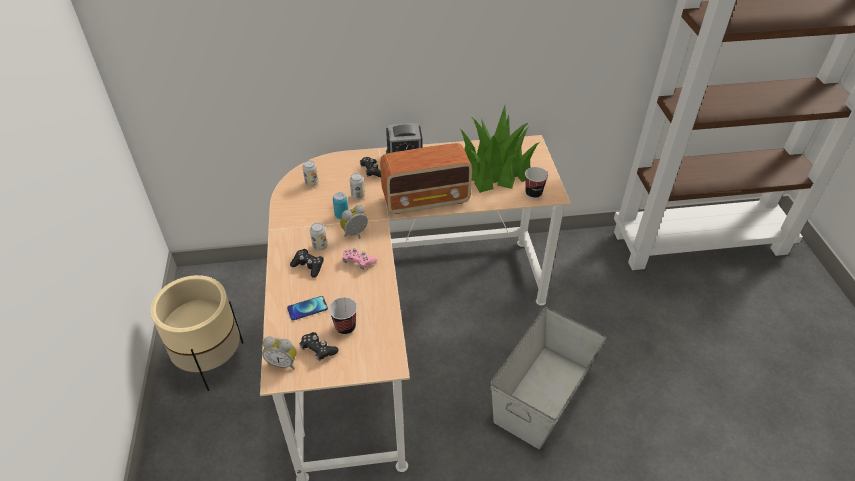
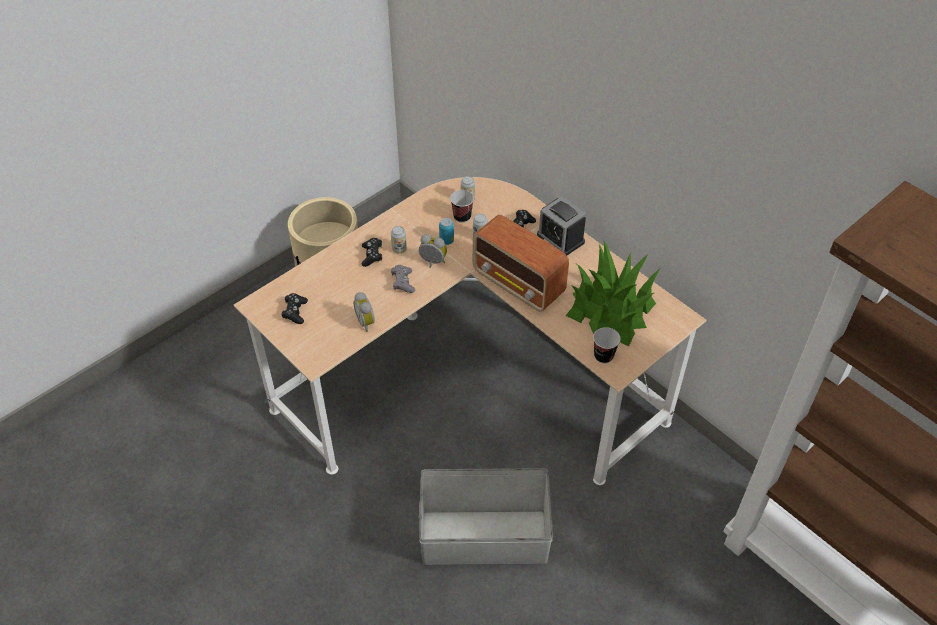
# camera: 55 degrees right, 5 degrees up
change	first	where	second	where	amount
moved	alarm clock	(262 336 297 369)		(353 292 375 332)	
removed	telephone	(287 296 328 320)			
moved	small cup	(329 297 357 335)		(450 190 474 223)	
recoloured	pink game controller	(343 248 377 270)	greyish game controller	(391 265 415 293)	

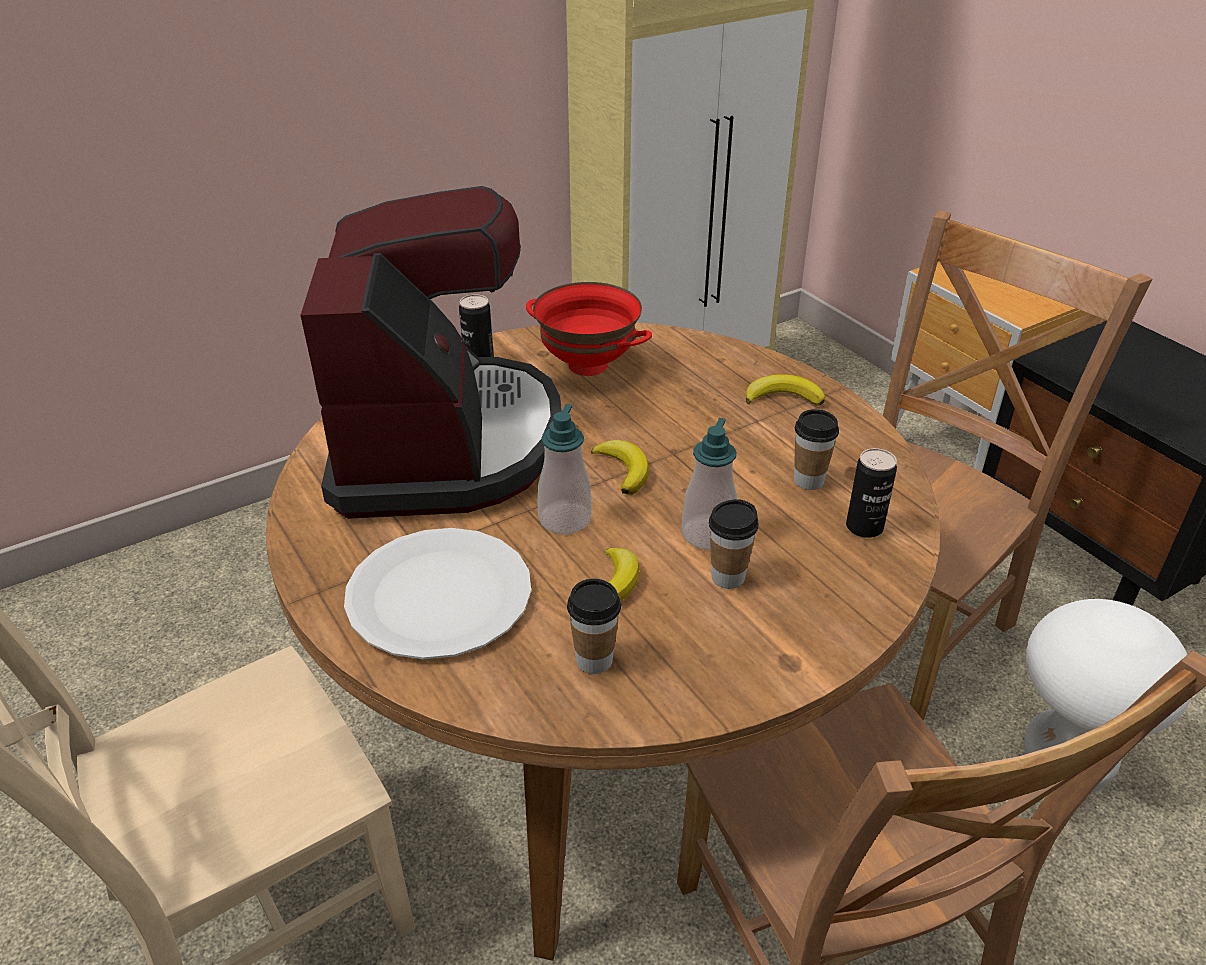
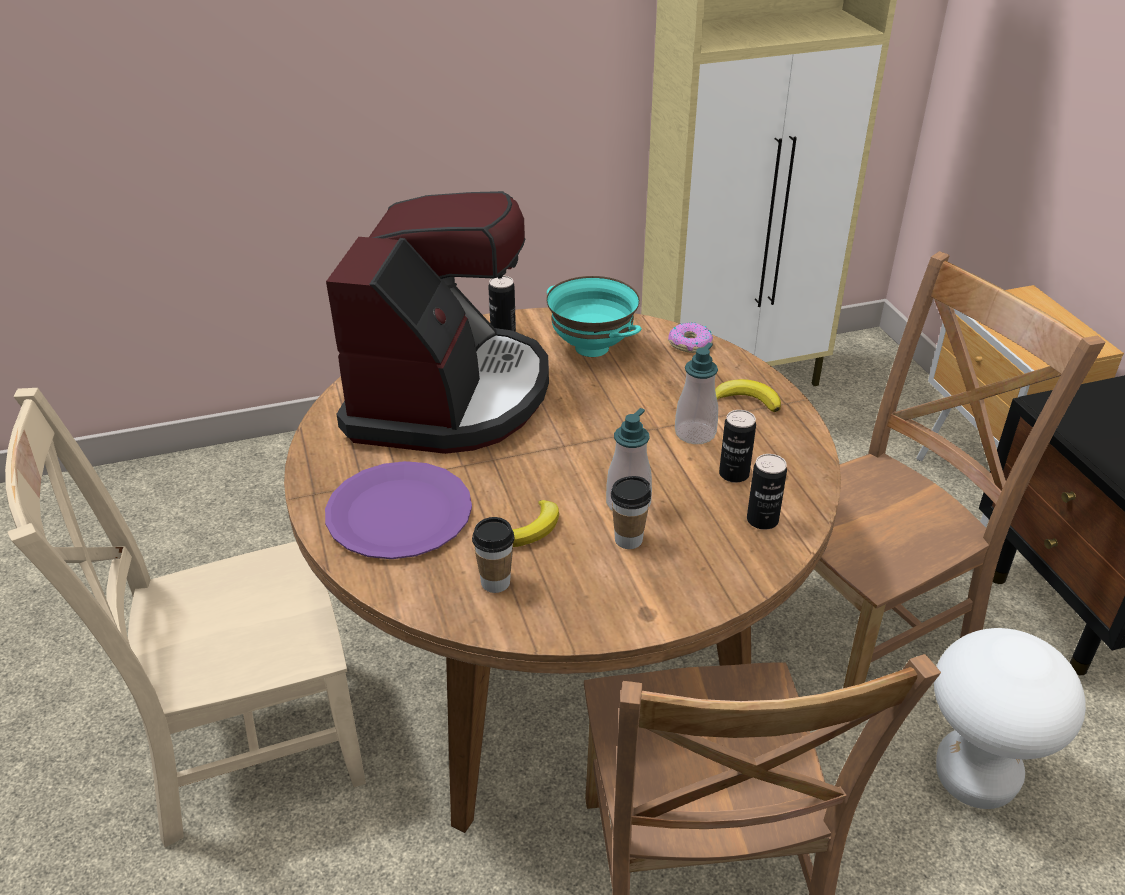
# camera: 15 degrees right, 0 degrees up
change	first	where	second	where	amount
recoloured	whitish dinner plate	(344 528 531 659)	purple-coloured dinner plate	(325 461 472 559)	
recoloured	reddish deep dish	(526 282 652 376)	turquoise deep dish	(546 276 641 357)	
moved	soap dispenser	(538 404 592 534)		(675 342 718 444)	
removed	whole banana	(591 440 649 495)			
replaced	small cup	(794 409 839 490)	can	(719 410 756 483)	
added			ring doughnut	(668 322 713 353)	

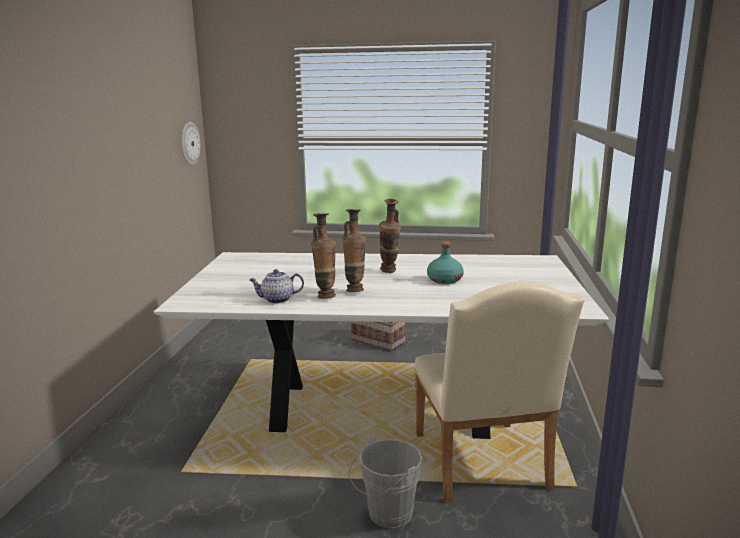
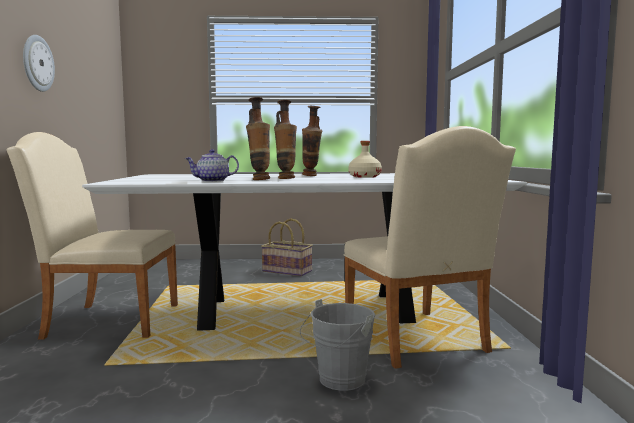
# camera: 10 degrees left, 10 degrees down
change	first	where	second	where	amount
moved	hanging clock	(181 122 201 166)		(23 35 55 92)	
recoloured	turquoise drink bottle	(427 241 464 284)	beige-coloured drink bottle	(348 141 382 178)	
added			beige-coloured chair	(6 132 178 340)	

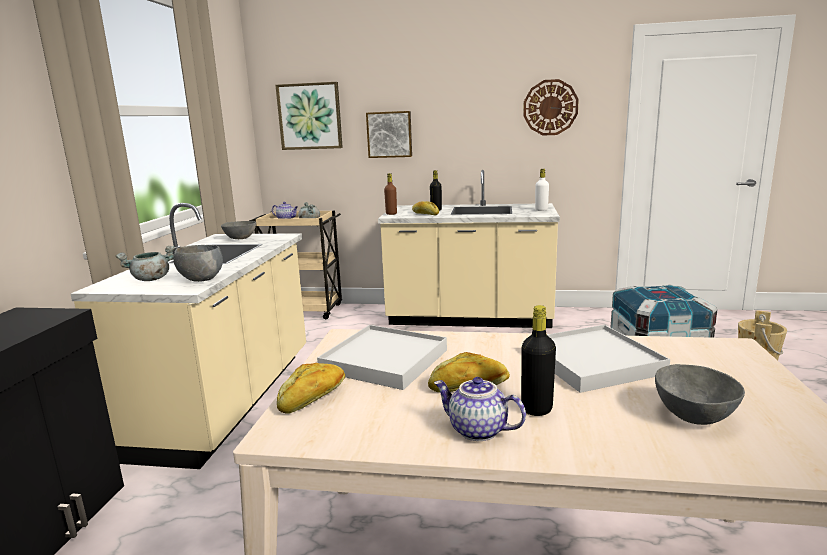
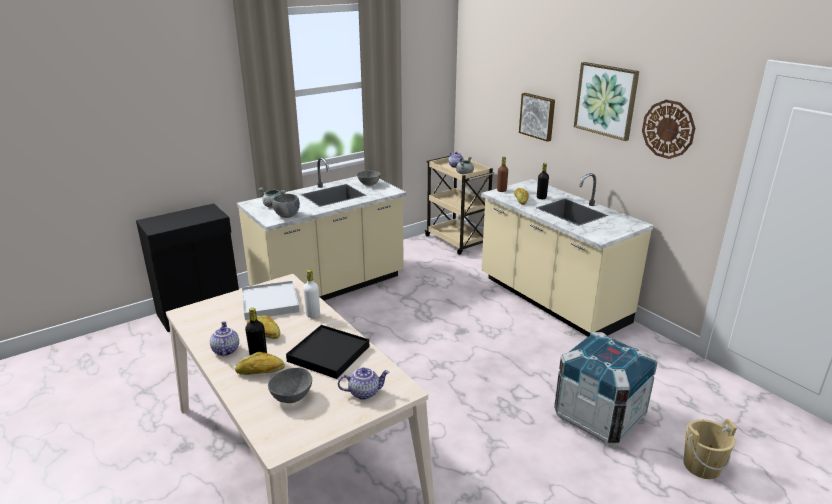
# camera: 45 degrees right, 10 degrees up
change	first	where	second	where	amount
moved	picture	(275 82 343 150)		(574 62 639 141)	
moved	bread	(277 363 345 414)		(235 352 285 375)	
recoloured	whitish serving tray	(526 325 670 393)	black-coloured serving tray	(286 325 369 379)	
moved	whitish drink bottle	(535 169 549 211)		(303 270 320 318)	
added			teapot	(338 367 389 400)	

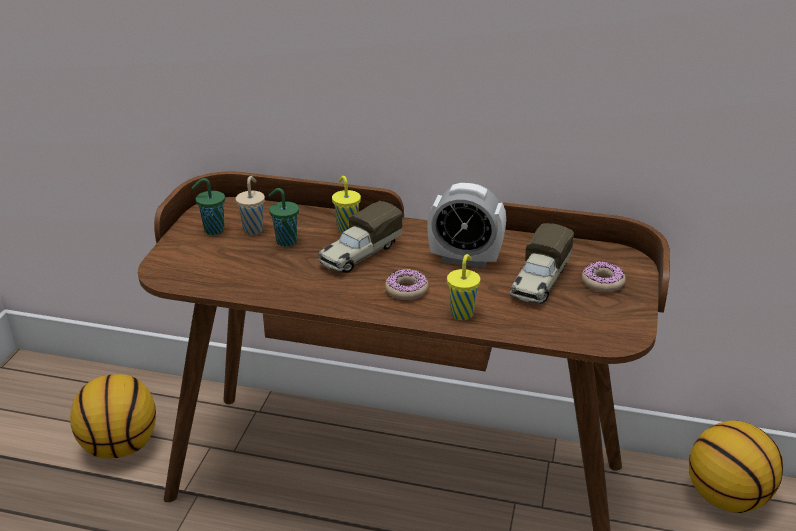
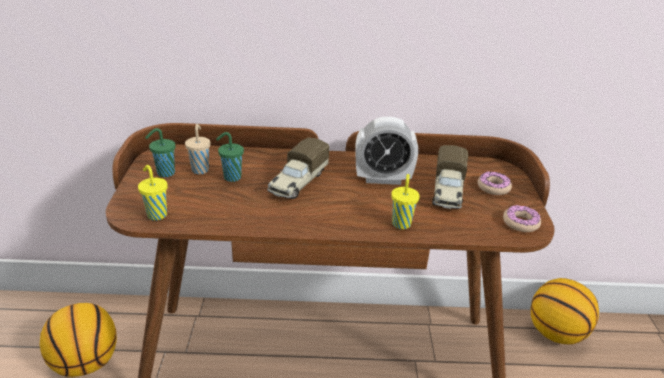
# camera: 15 degrees left, 0 degrees up
change	first	where	second	where	amount
moved	yellow-coloured small cup	(332 176 361 233)		(138 165 168 221)	
moved	ring doughnut	(385 269 428 300)		(503 205 541 232)	

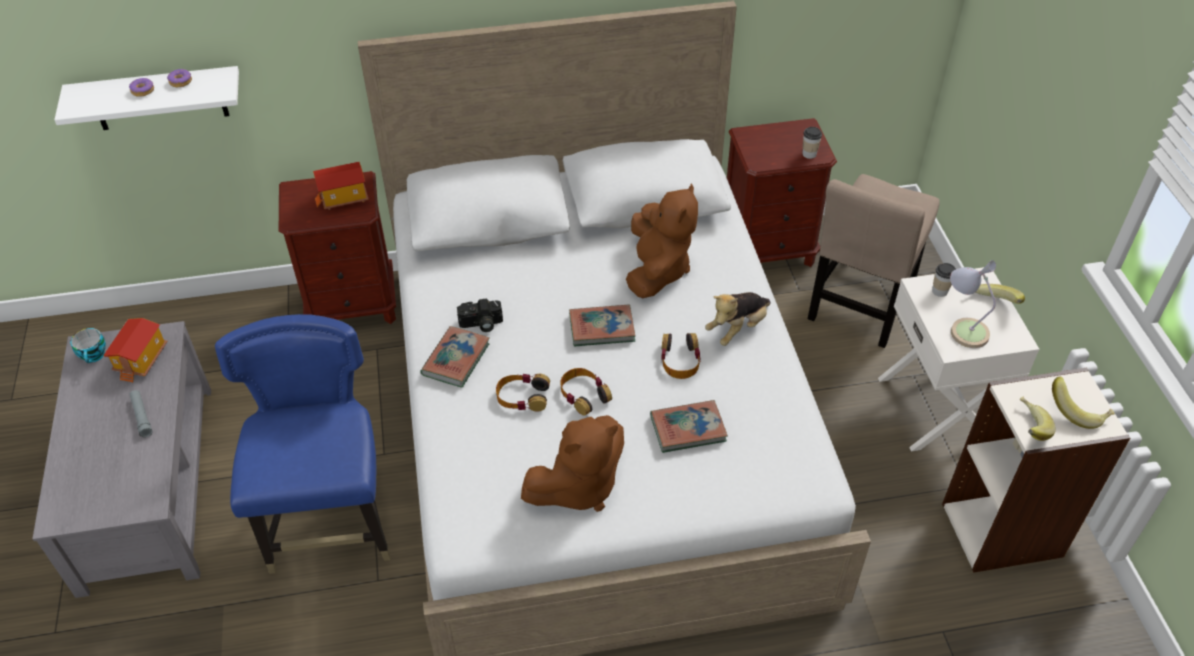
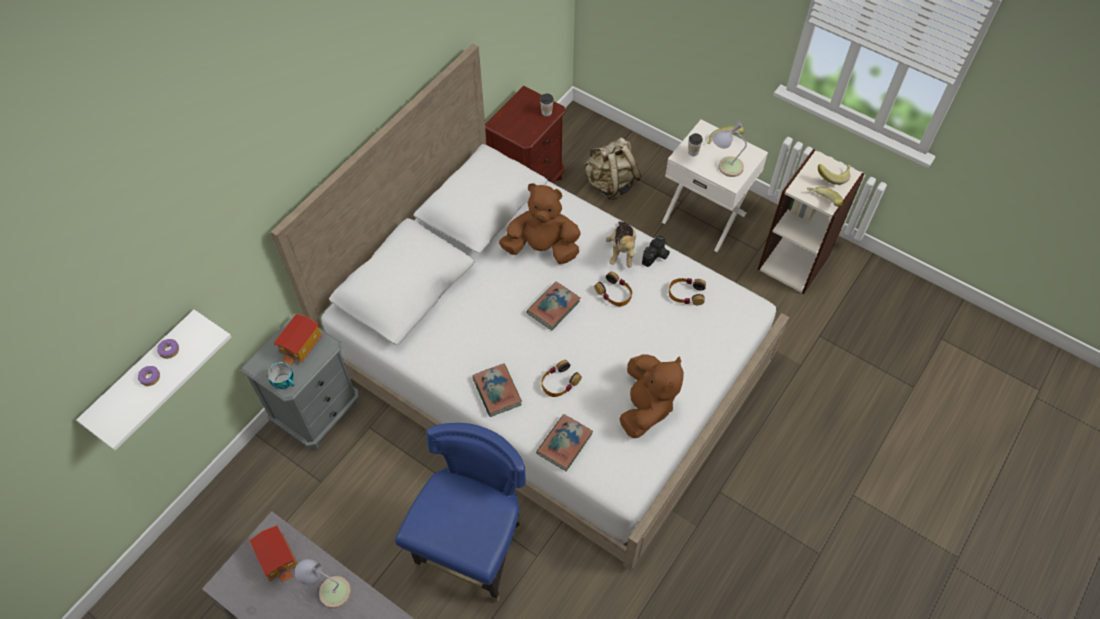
# camera: 45 degrees left, 10 degrees up
change	first	where	second	where	amount
moved	small cup	(70 328 106 363)		(267 362 294 389)	
replaced	greyish flashlight	(130 390 152 437)	table lamp	(295 559 351 609)	
turned	blue-coloured chair	(215 314 391 574)		(395 423 526 602)	75 degrees clockwise
recoloured	brownish bedside table	(279 171 396 324)	greyish bedside table	(241 313 359 451)	
moved	photo camera	(457 299 503 332)		(642 235 670 267)	
moved	pair of headphones	(560 368 612 416)		(669 278 706 305)	
turned	brownish plush toy	(626 183 698 298)		(499 183 581 264)	45 degrees counterclockwise
moved	bound book	(650 400 728 453)		(536 414 593 471)	
replaced	beige-coloured chair	(808 174 940 348)	beige-coloured backpack	(584 137 642 200)	

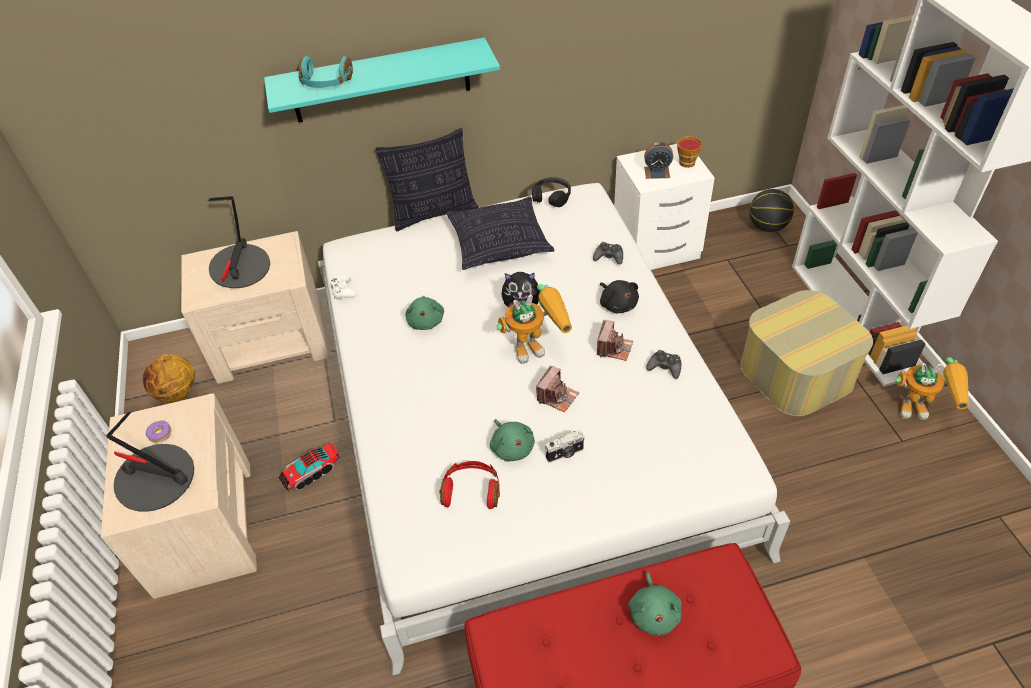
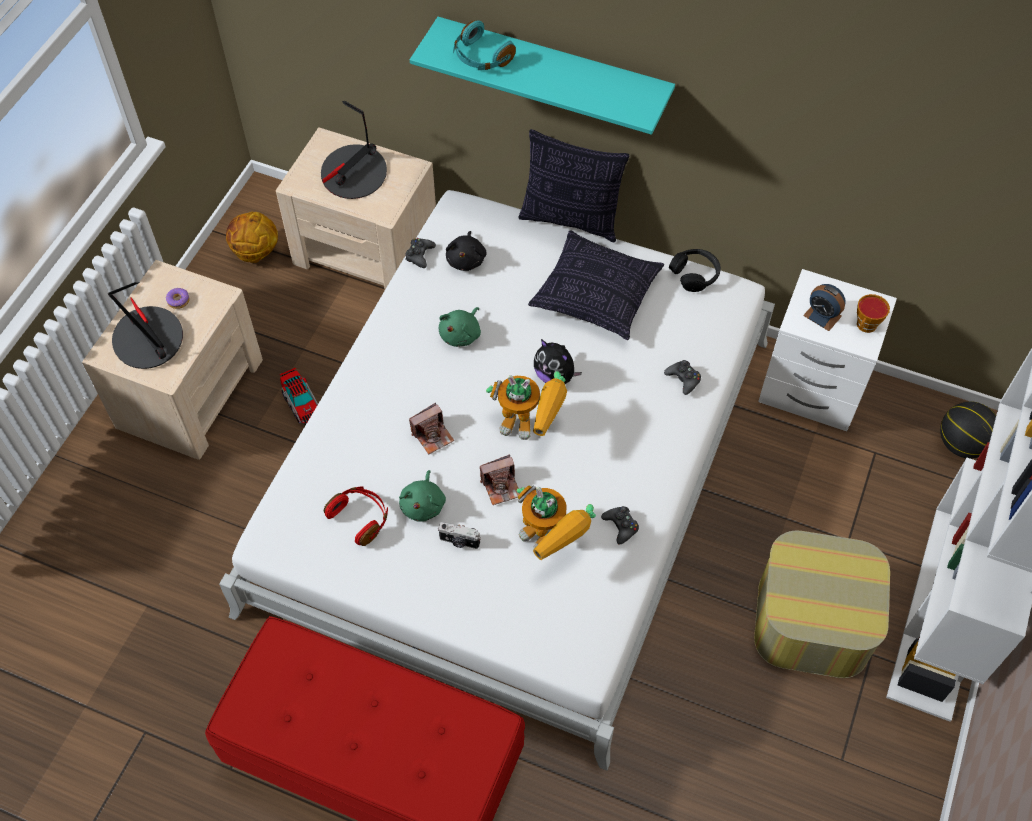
# camera: 35 degrees right, 10 degrees up
change	first	where	second	where	amount
turned	toy lorry	(278 443 340 492)		(279 368 318 427)	120 degrees counterclockwise
recoloured	whitish game controller	(330 276 356 300)	black-coloured game controller	(405 238 436 268)	
moved	photo camera	(597 320 633 361)		(409 403 454 454)	
moved	black-coloured plush toy	(600 280 639 313)		(446 231 487 271)	
removed	green plush toy	(628 572 682 636)			
moved	robot figure	(896 357 969 420)		(517 486 596 560)	

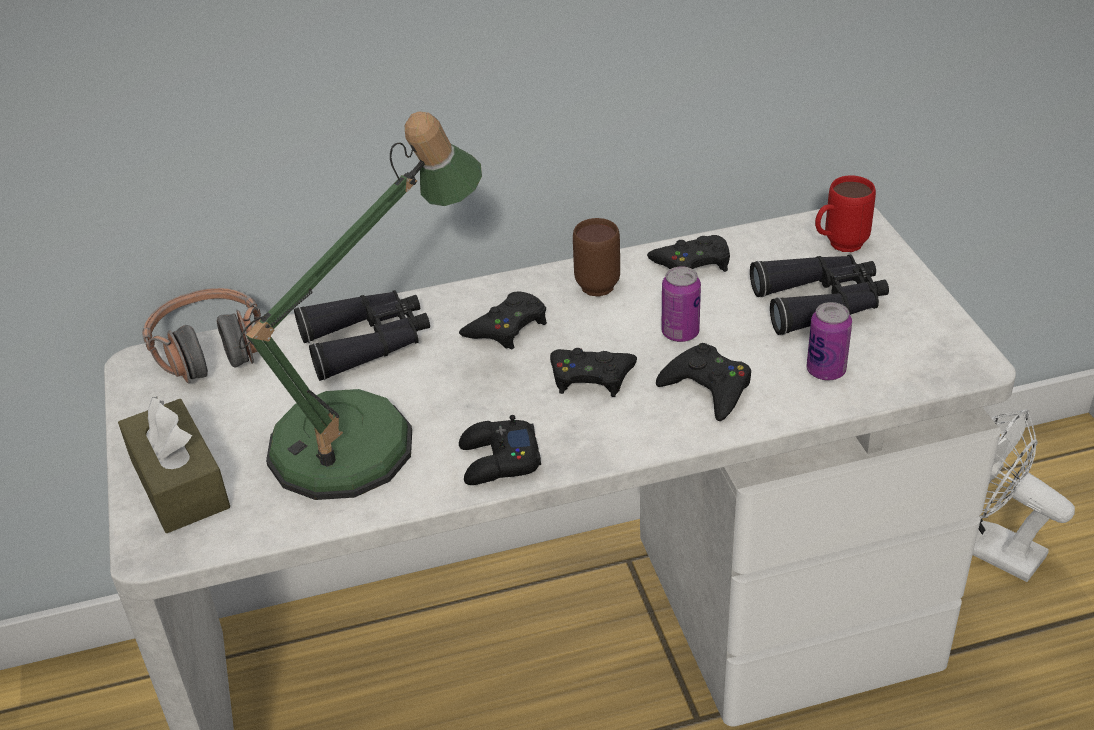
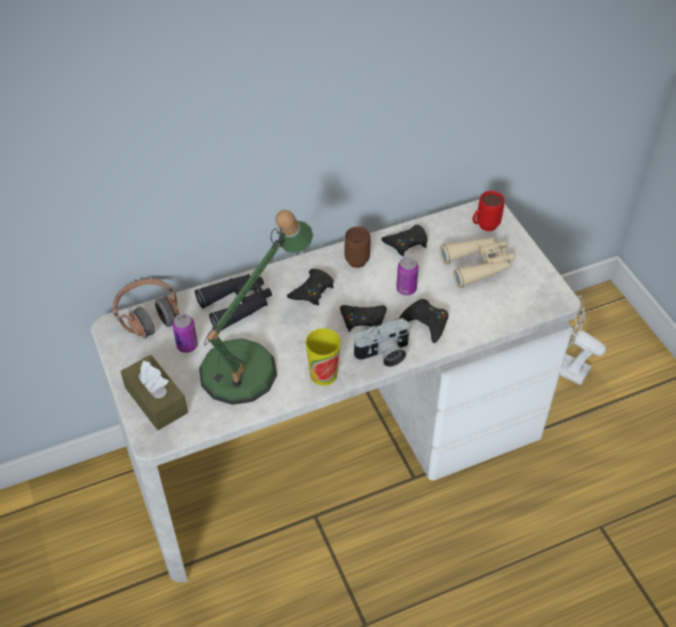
# camera: 10 degrees left, 10 degrees up
change	first	where	second	where	amount
replaced	black-coloured game controller	(459 415 541 485)	small cup	(305 328 341 386)	
recoloured	black-coloured pair of binoculars	(750 254 889 335)	beige-coloured pair of binoculars	(439 237 514 288)	
moved	can	(807 302 852 380)		(172 314 198 353)	
added			photo camera	(353 318 409 367)	

